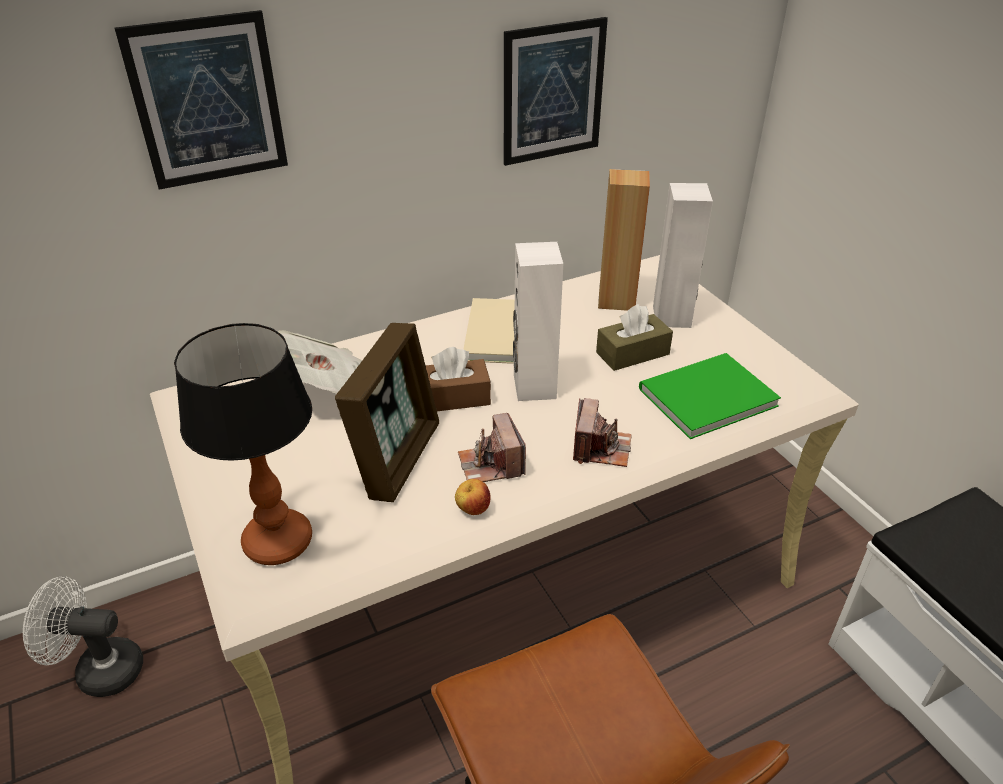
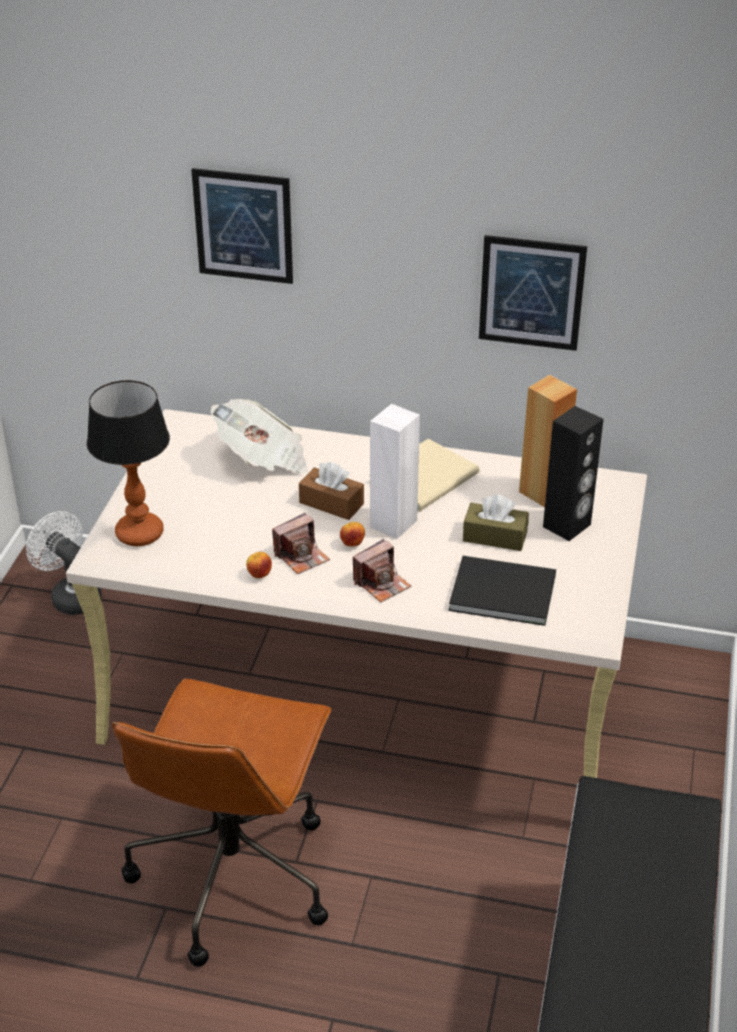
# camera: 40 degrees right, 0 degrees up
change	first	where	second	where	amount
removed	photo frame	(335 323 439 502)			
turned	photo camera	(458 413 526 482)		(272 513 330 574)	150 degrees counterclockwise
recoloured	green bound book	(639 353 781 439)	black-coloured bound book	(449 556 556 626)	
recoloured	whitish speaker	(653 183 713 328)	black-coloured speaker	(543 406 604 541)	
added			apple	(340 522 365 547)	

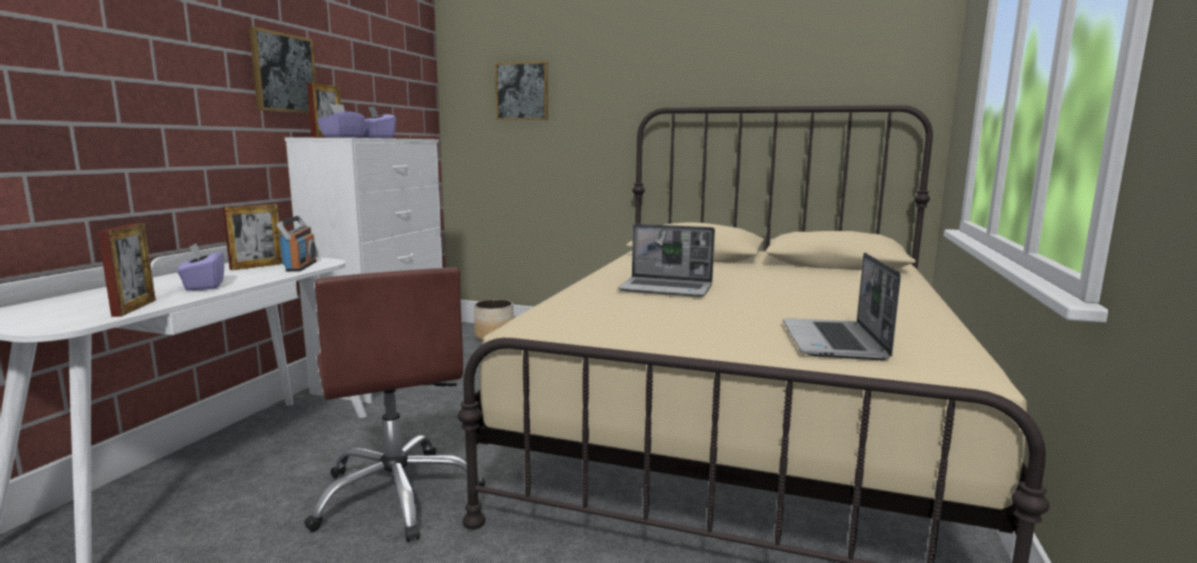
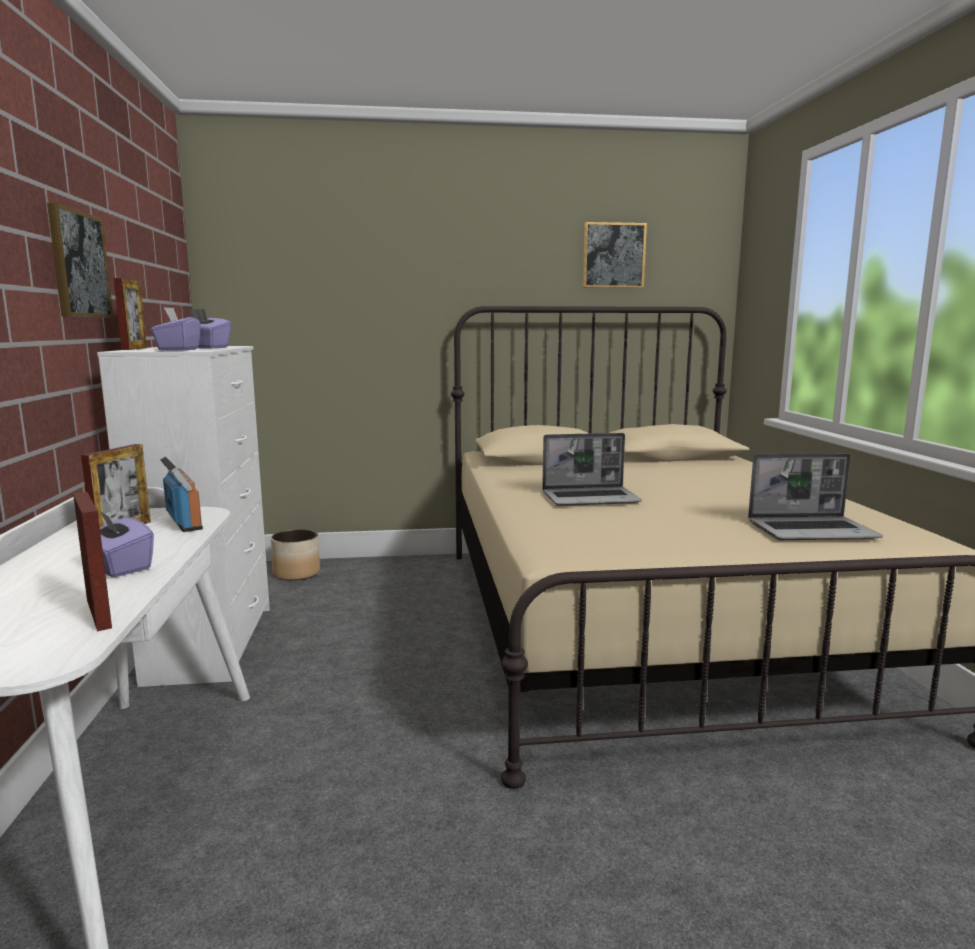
# camera: 25 degrees left, 0 degrees up
change	first	where	second	where	amount
removed	brownish computer chair	(304 268 485 542)			
moved	picture	(495 61 548 120)		(583 222 647 288)	
turned	notebook computer	(783 253 901 360)		(748 453 883 540)	75 degrees counterclockwise

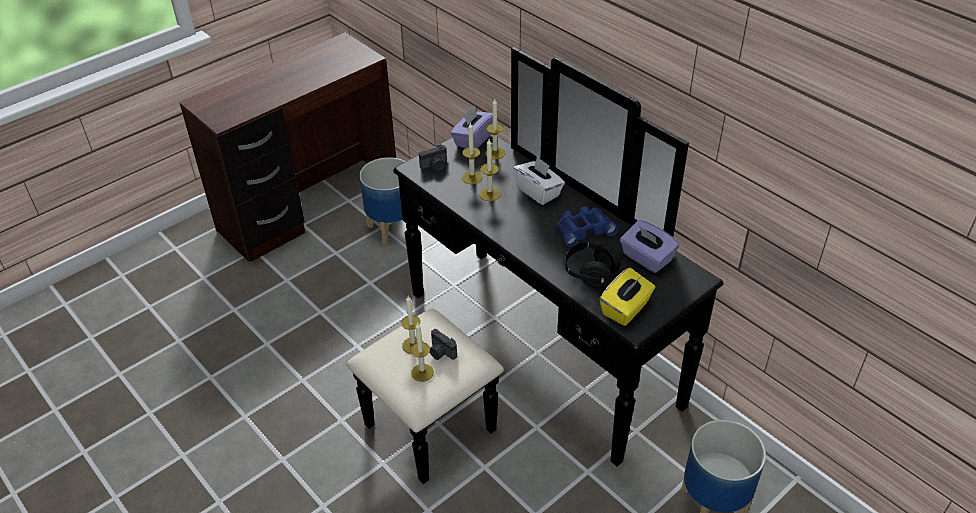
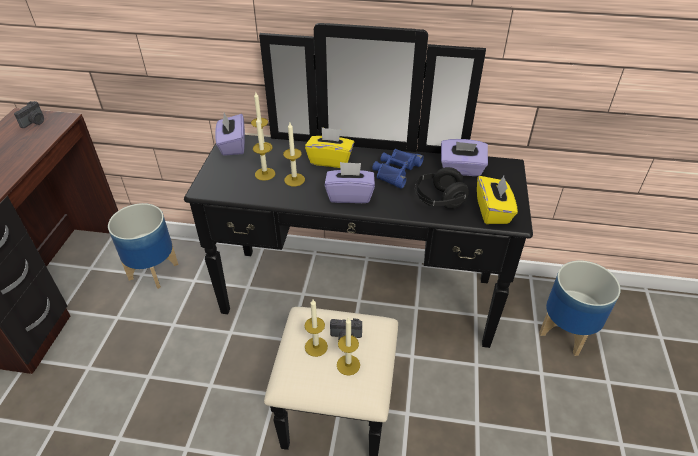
# camera: 40 degrees left, 0 degrees up
change	first	where	second	where	amount
moved	photo camera	(419 144 447 172)		(14 101 44 128)	
recoloured	whitish box of tissues	(513 156 565 205)	yellow-coloured box of tissues	(305 127 354 168)	
added			purple-coloured box of tissues	(324 162 375 203)	

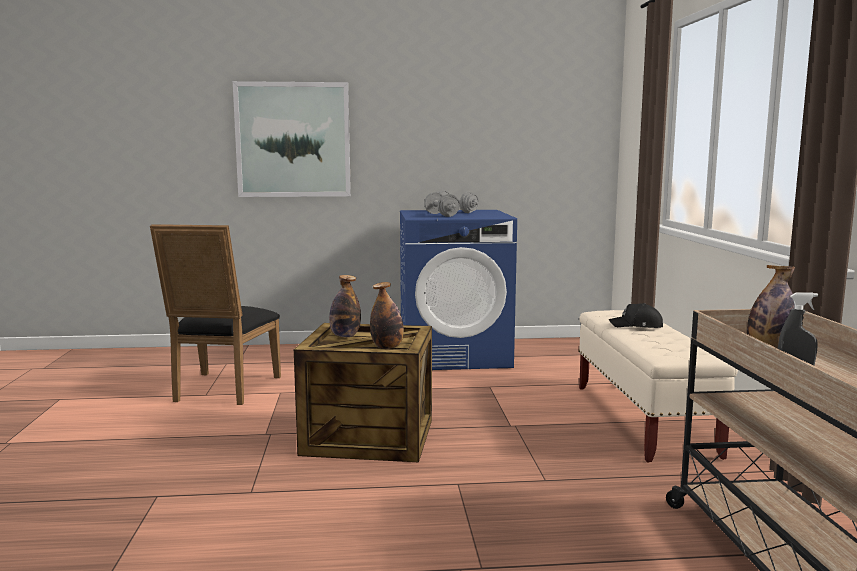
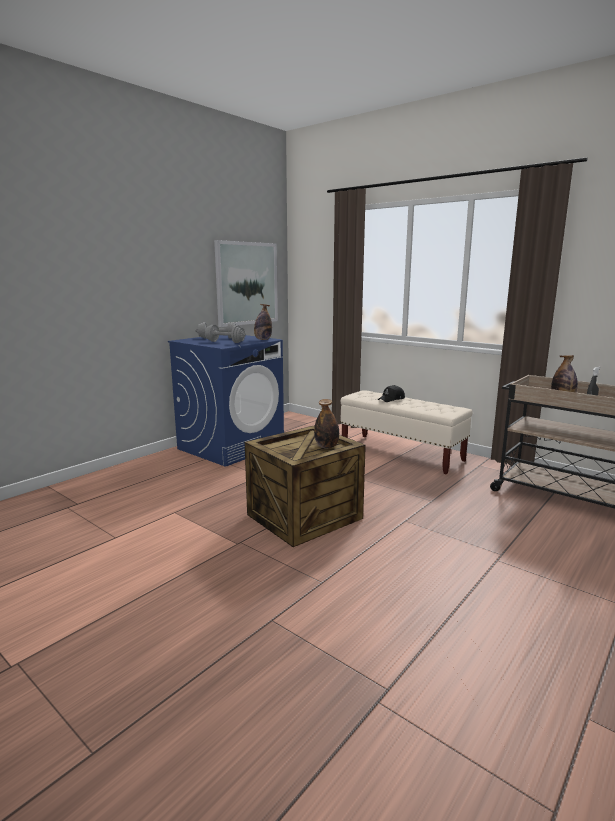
# camera: 45 degrees left, 5 degrees up
change	first	where	second	where	amount
removed	black-coloured chair	(150 224 281 405)			
moved	picture	(233 81 351 197)		(214 240 278 327)	
moved	drink bottle	(329 275 361 337)		(254 304 272 340)	

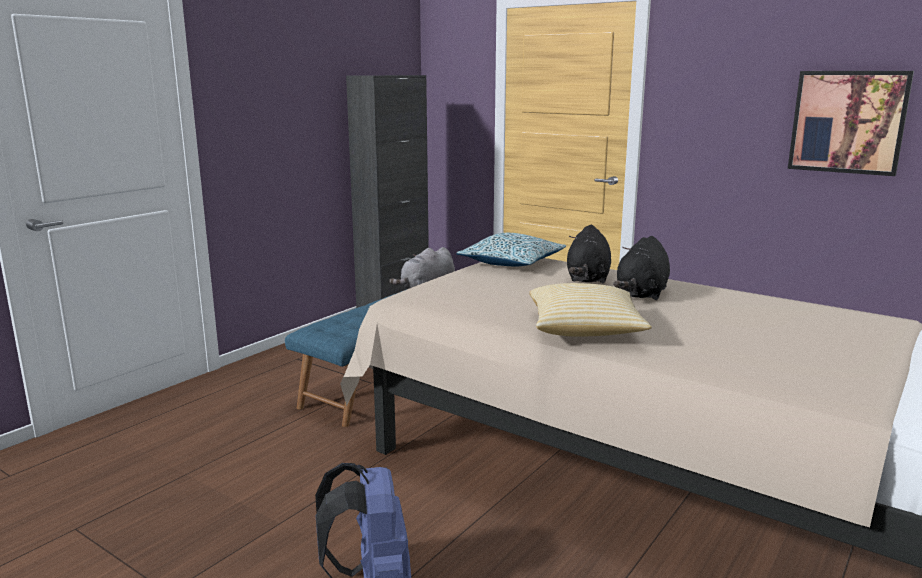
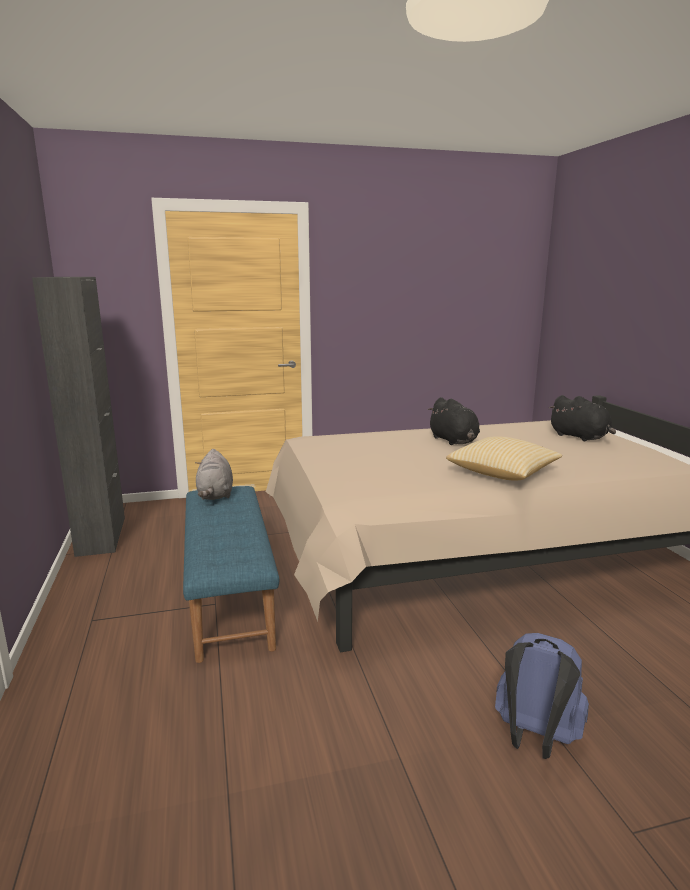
# camera: 50 degrees left, 0 degrees up
change	first	where	second	where	amount
removed	cushion	(456 233 566 266)			
moved	black-coloured plush toy	(567 225 611 283)		(549 395 616 441)	
removed	picture	(788 71 914 176)			

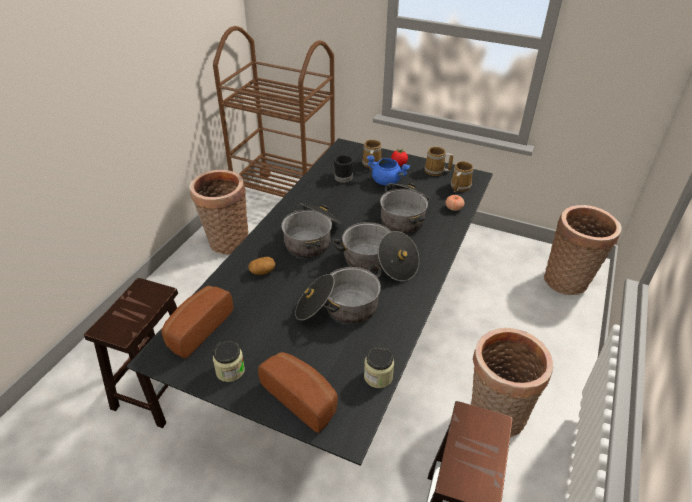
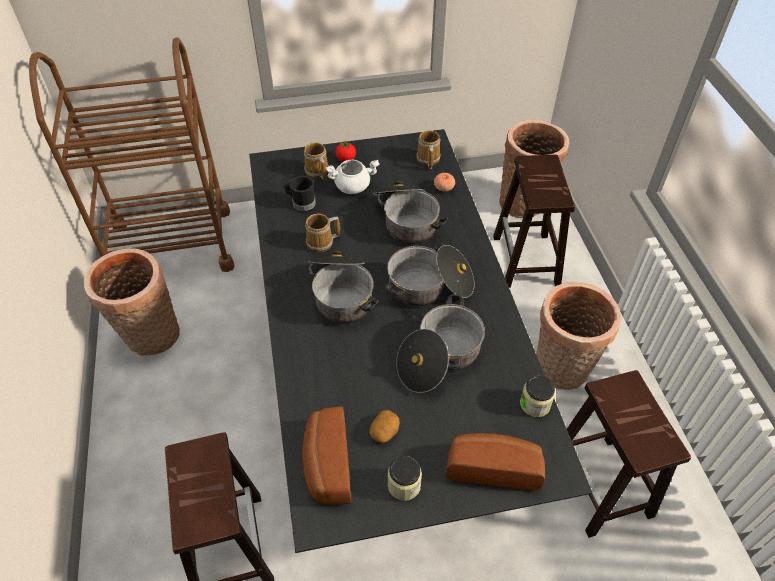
# camera: 35 degrees left, 10 degrees up
change	first	where	second	where	amount
moved	whole potato	(248 257 275 275)		(369 410 400 443)	
recoloured	blue-coloured cooking pot	(367 155 410 185)	whitish cooking pot	(325 160 380 194)	
moved	mug	(425 147 453 176)		(305 214 340 253)	
added			brownish sitting stool	(493 155 575 288)	

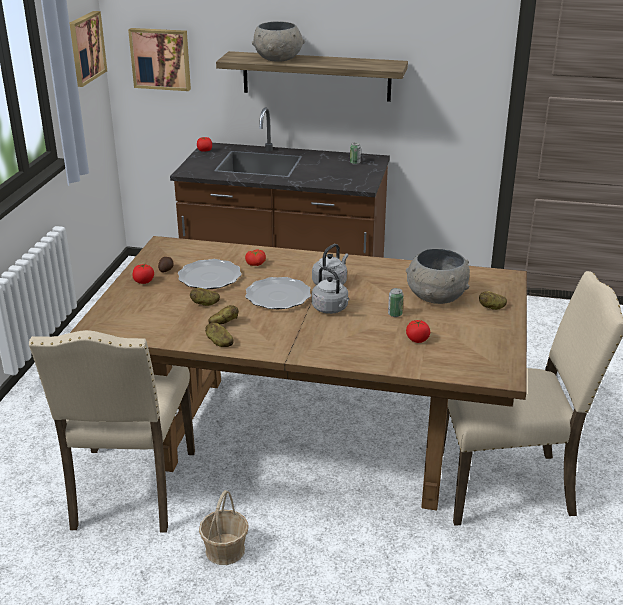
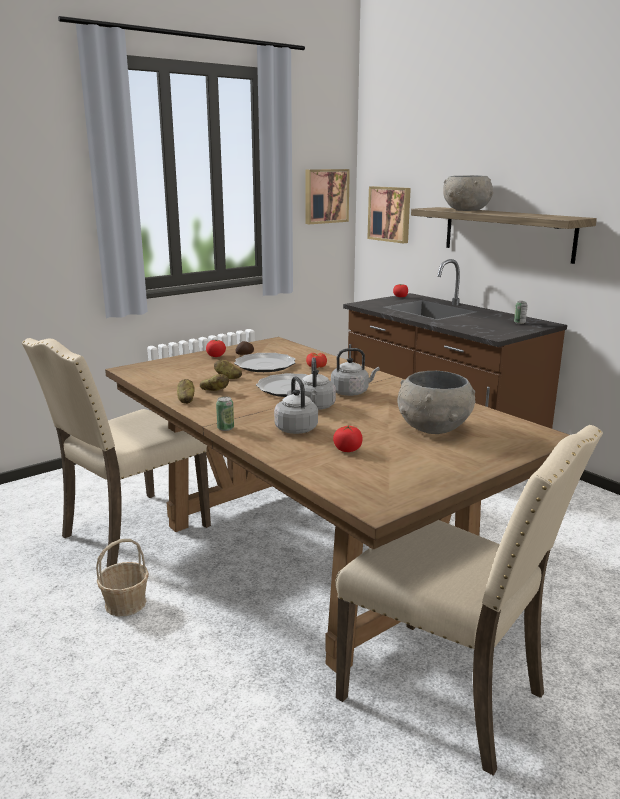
# camera: 40 degrees right, 10 degrees down
change	first	where	second	where	amount
moved	can	(388 288 403 317)		(216 397 234 431)	
removed	whole potato	(479 291 507 310)			
added			greyish tea kettle	(274 376 318 434)	

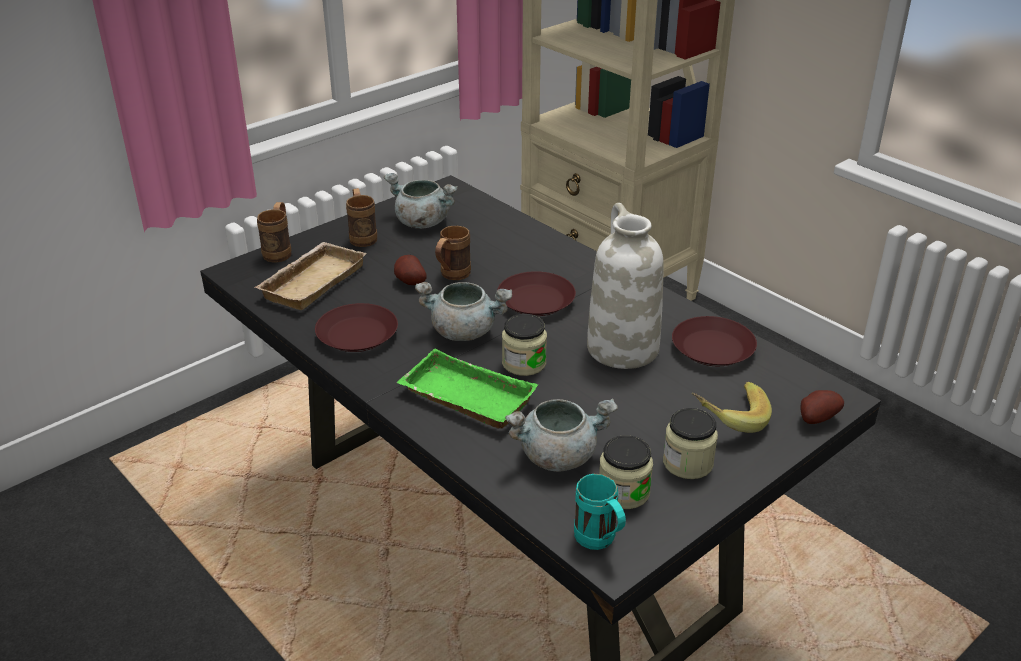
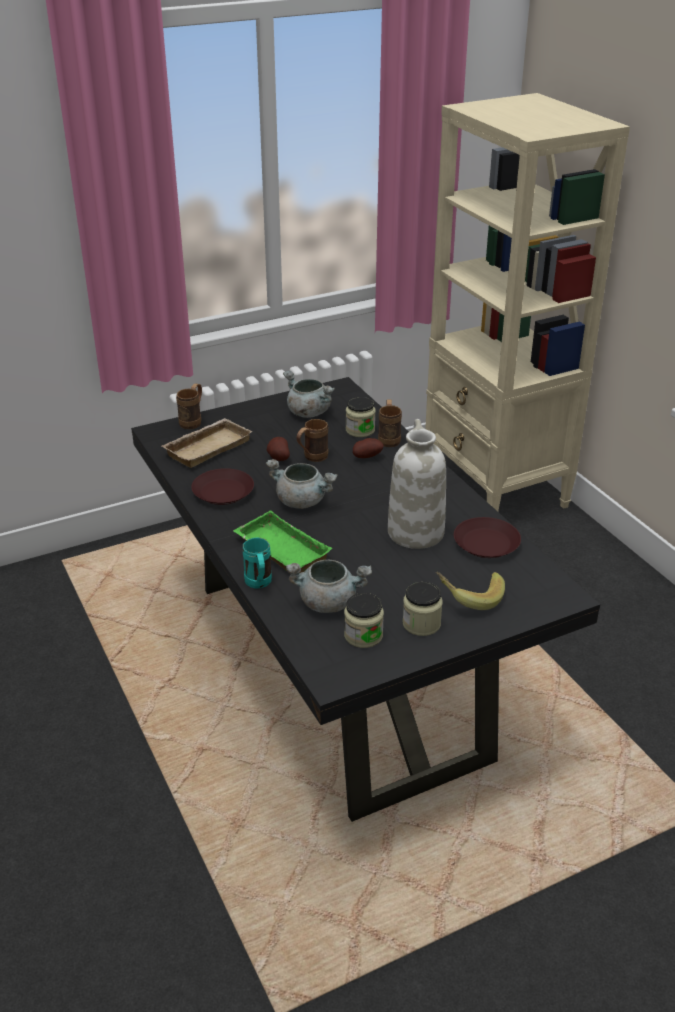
# camera: 15 degrees right, 0 degrees up
change	first	where	second	where	amount
moved	brownish mug	(346 188 377 247)		(378 399 402 447)	
removed	brownish dinner plate	(497 271 576 316)			
moved	jar	(502 314 547 376)		(346 397 376 437)	
moved	turquoise mug	(574 474 626 550)		(243 538 272 588)	
moved	whole potato	(801 390 844 424)		(353 438 383 458)	

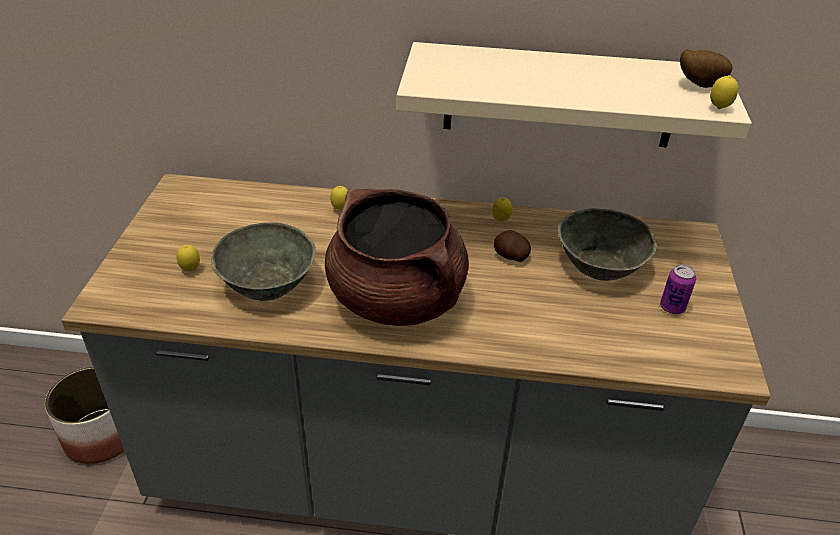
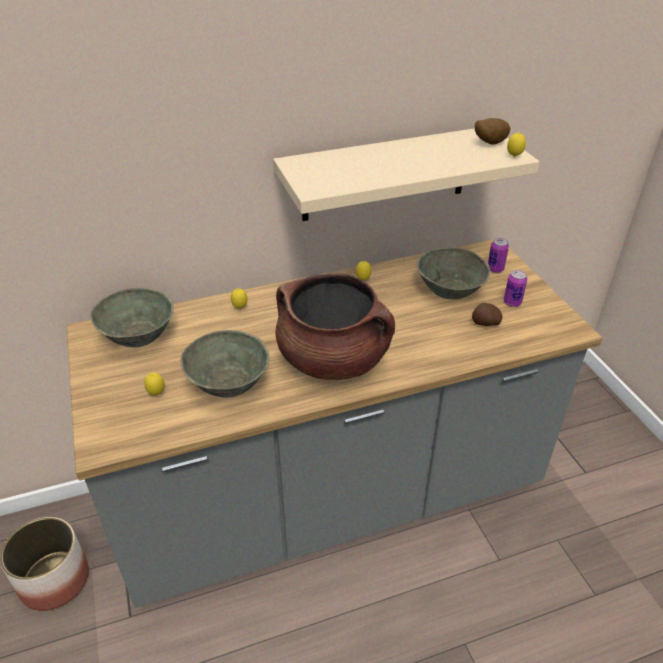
# camera: 25 degrees left, 0 degrees up
change	first	where	second	where	amount
moved	whole potato	(494 230 531 262)		(472 303 503 326)	
added			greyish deep dish	(90 288 174 347)	
added			can	(488 238 509 273)	

